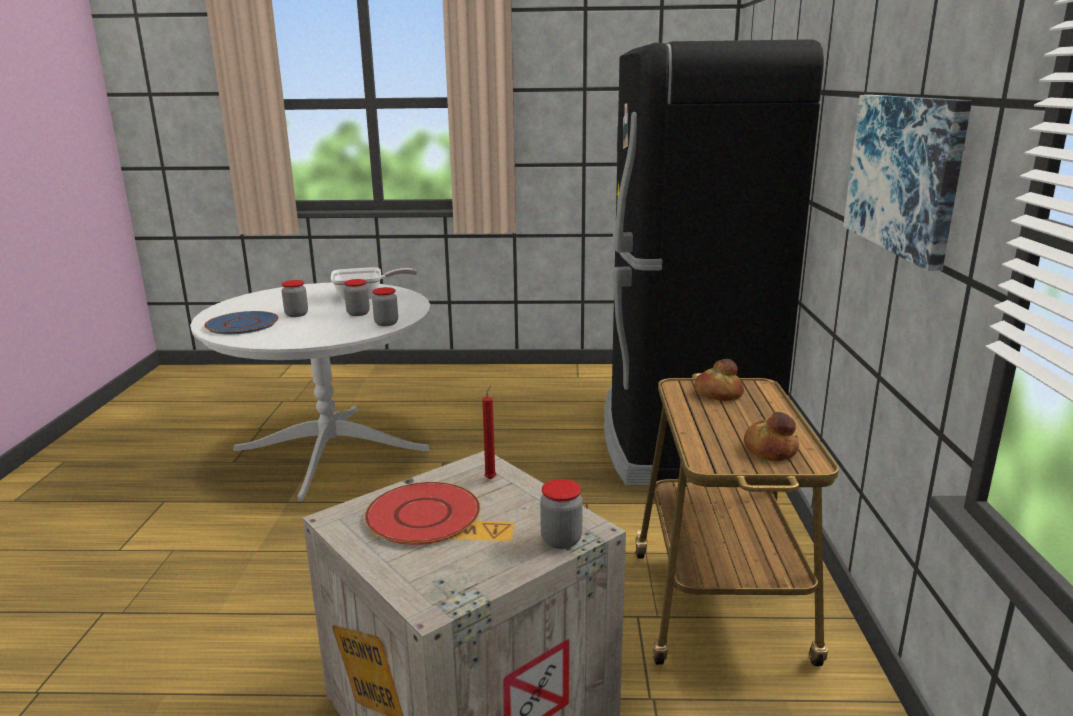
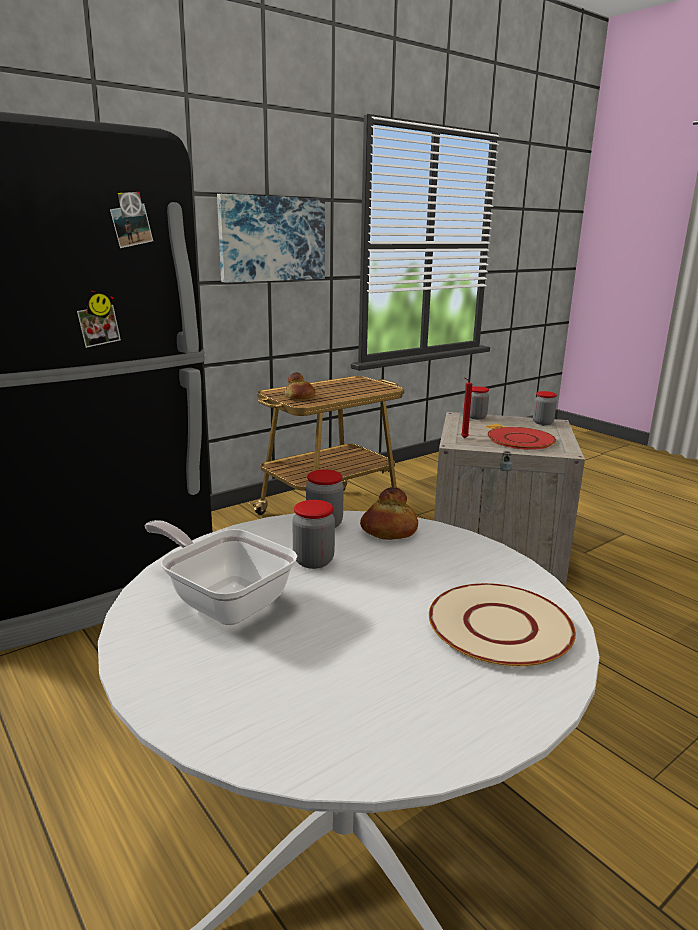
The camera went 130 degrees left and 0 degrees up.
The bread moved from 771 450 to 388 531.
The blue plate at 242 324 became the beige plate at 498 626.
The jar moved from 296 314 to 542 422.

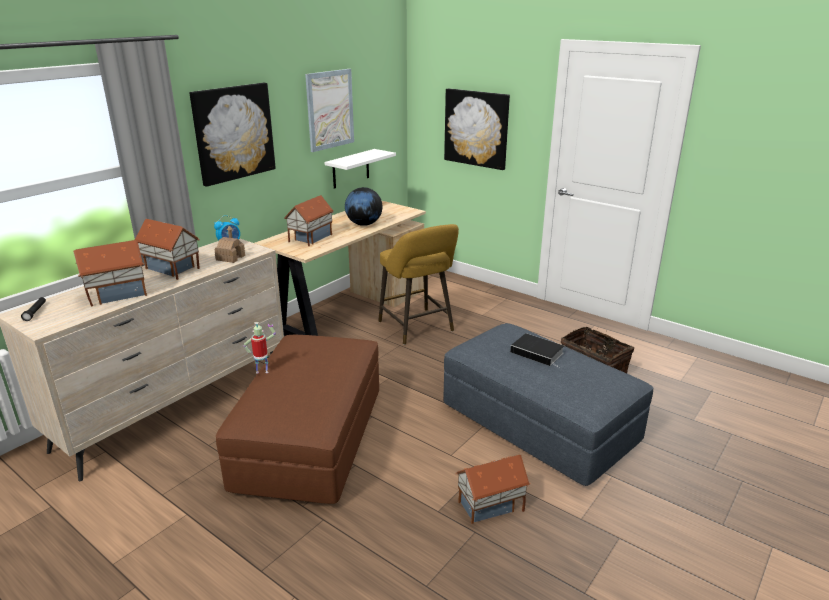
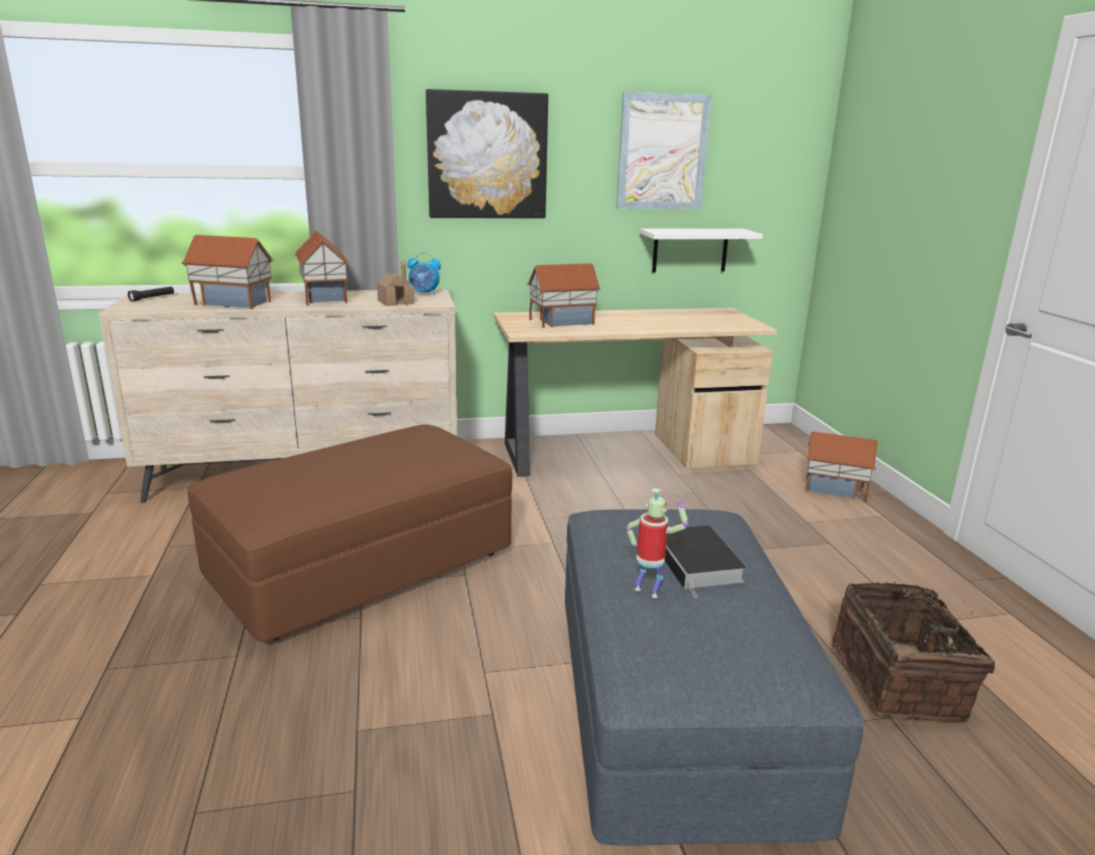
The camera went 40 degrees right and 5 degrees down.
The toy robot moved from 262 371 to 649 591.
The toy house moved from 491 507 to 835 490.
The globe at 364 224 disappeared.
The yellow stool at 418 328 disappeared.
The picture at 476 128 disappeared.

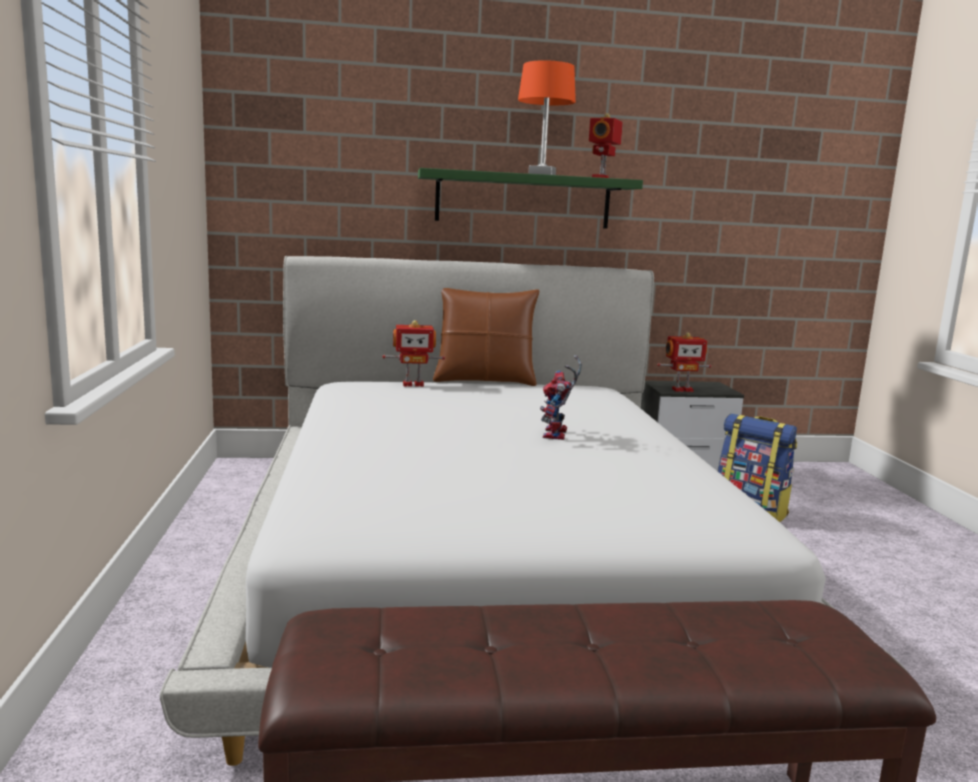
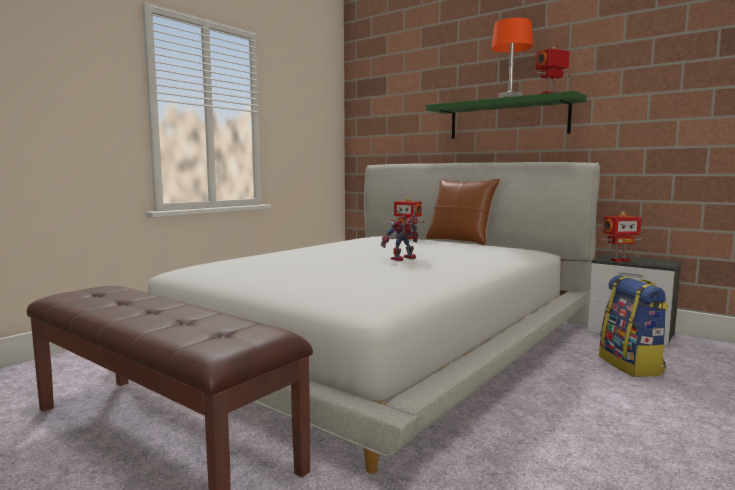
The camera went 45 degrees right and 5 degrees down.
The toy robot at 682 390 turned 45 degrees counterclockwise.

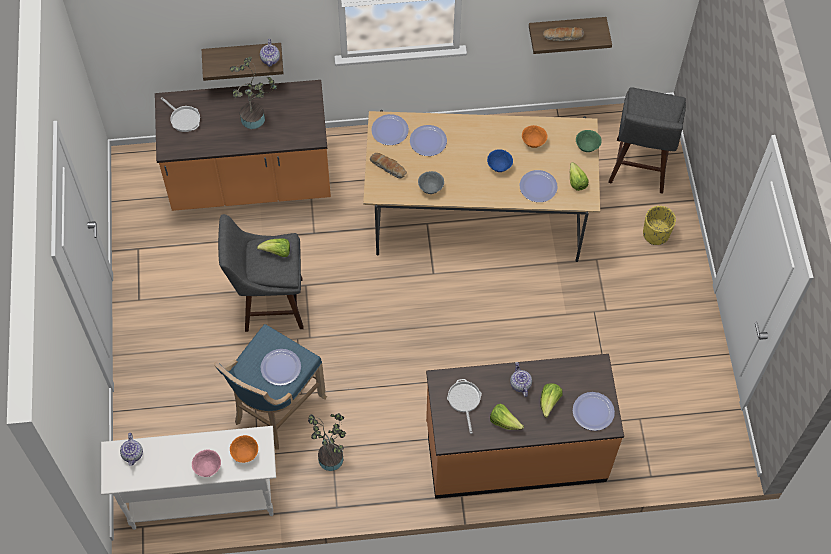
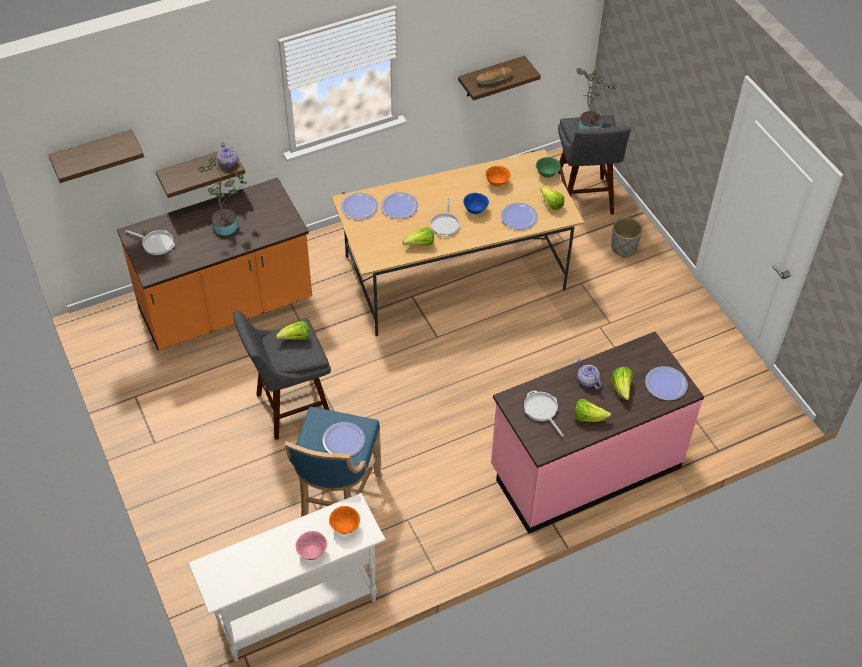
The camera went 20 degrees left and 10 degrees down.
The shelf at 93 153 appeared.
The grey bowl at 431 188 was replaced by the lettuce at 420 244.
The frying pan at 445 224 appeared.
The orange counter at 515 451 became the pink counter at 584 467.
The potted plant moved from 332 456 to 589 125.
The yellow planter at 656 234 became the grey planter at 624 248.
The teapot at 133 454 disappeared.
The bread at 388 167 disappeared.

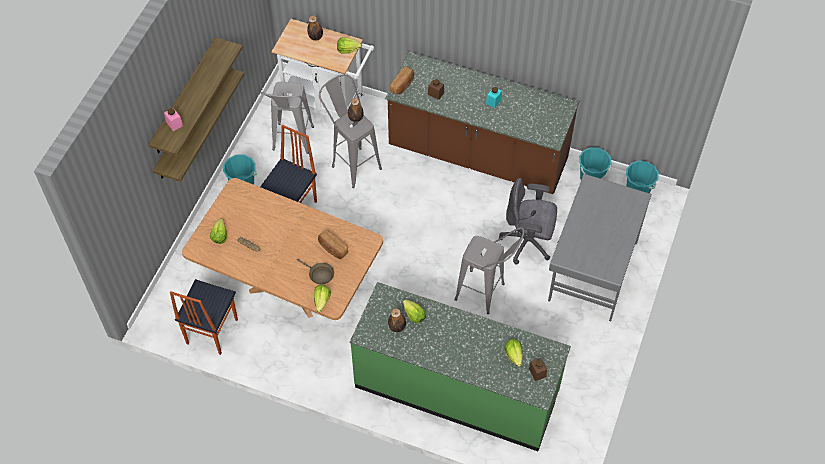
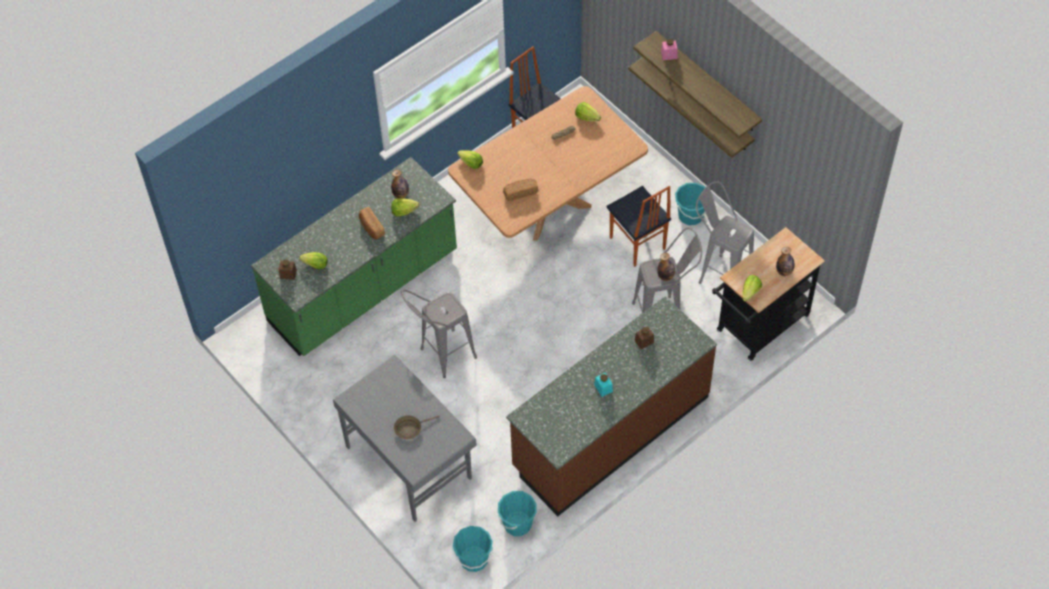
The camera went 120 degrees right and 0 degrees up.
The bread moved from 403 85 to 371 227.
The brown frying pan moved from 319 275 to 410 428.
The white cart at 328 102 became the black cart at 758 327.
The grey office chair at 528 243 disappeared.

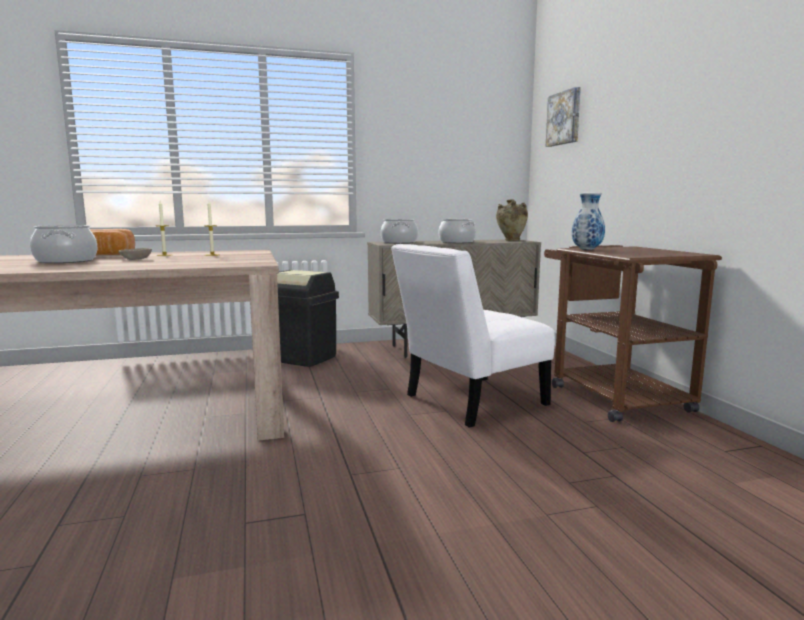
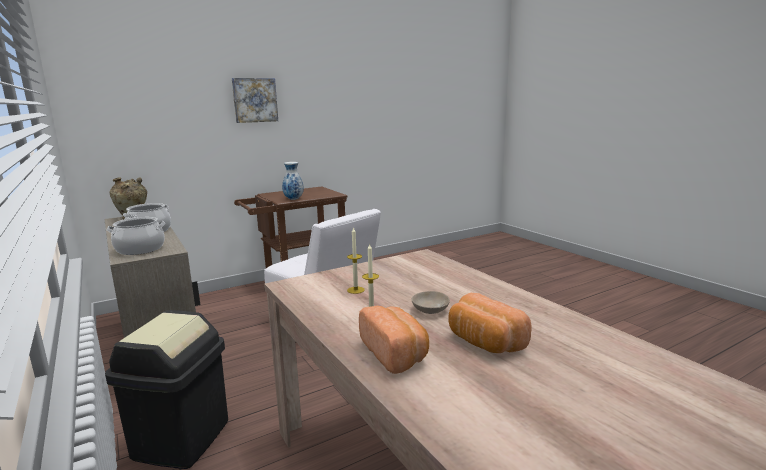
The camera went 105 degrees left and 5 degrees up.
The picture moved from 564 118 to 254 100.
The cooking pot at 66 261 was replaced by the bread at 483 342.

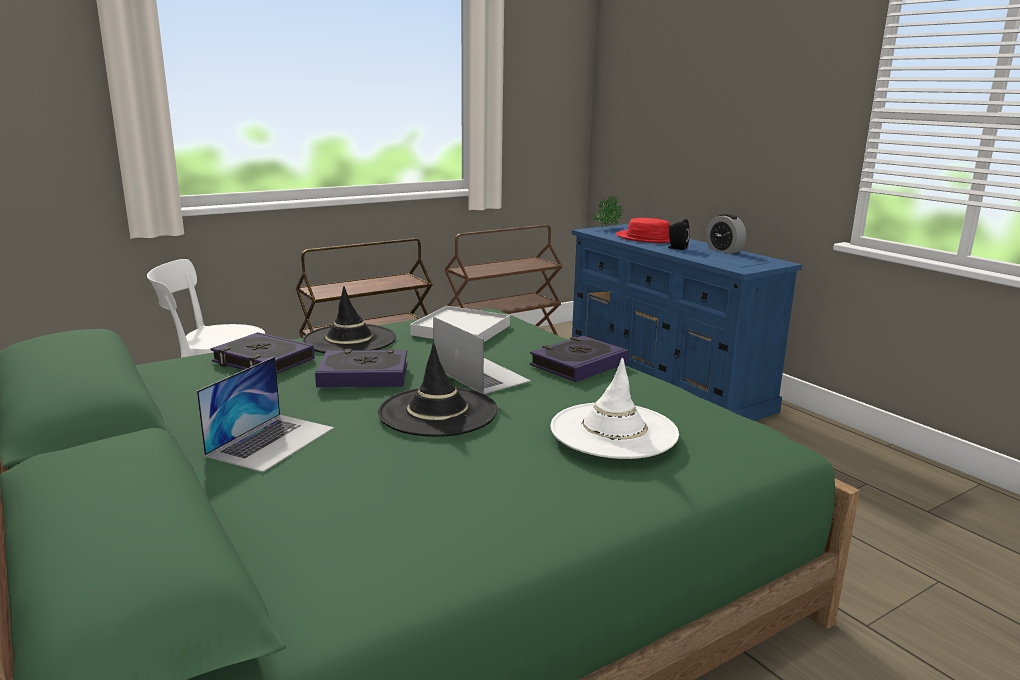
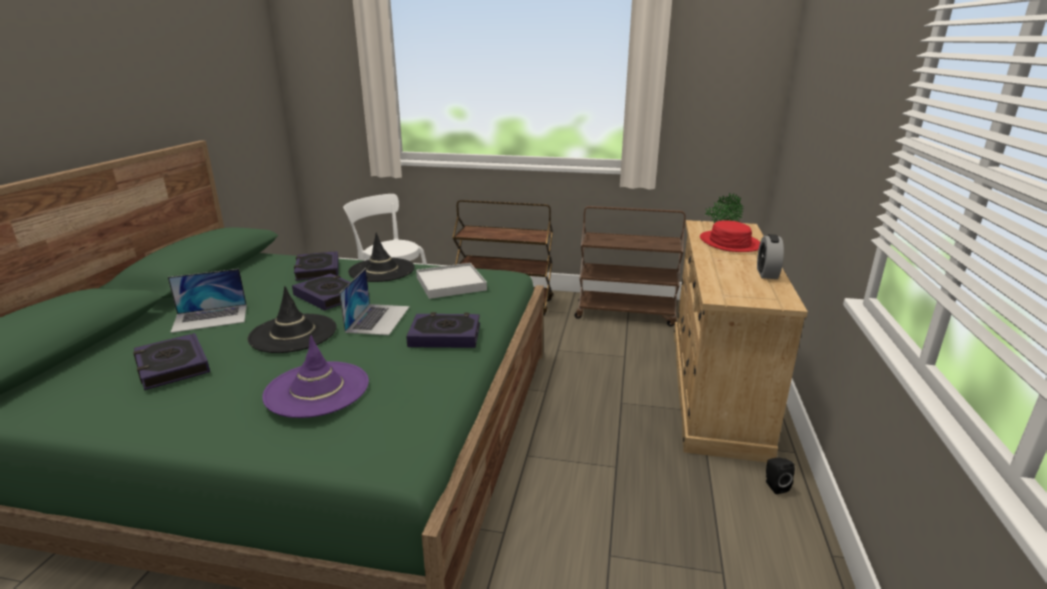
The camera went 45 degrees right and 5 degrees up.
The book at 172 366 appeared.
The white hat at 613 431 became the purple hat at 317 389.
The blue dresser at 665 381 became the beige dresser at 715 387.
The black speaker moved from 676 248 to 774 486.

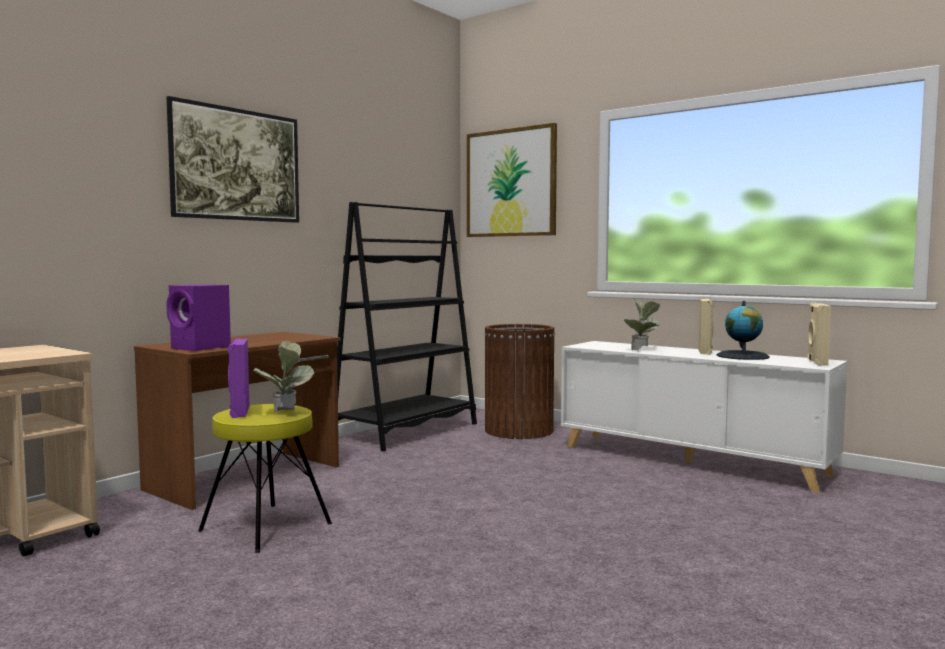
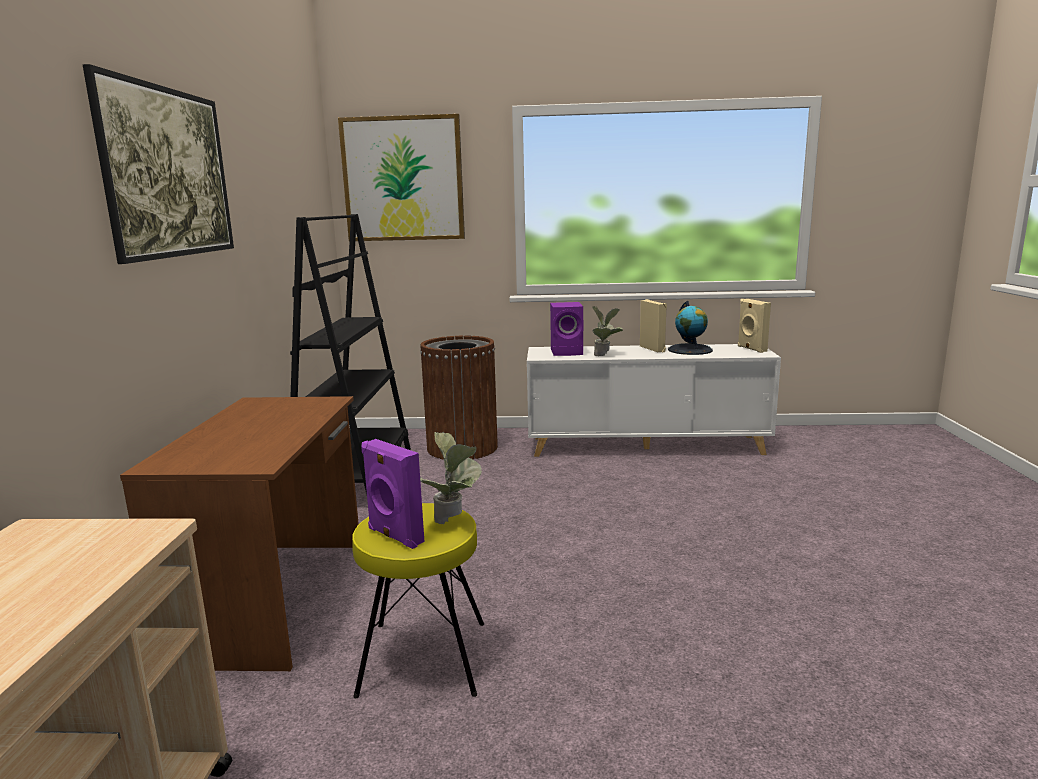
The camera went 35 degrees left and 10 degrees up.
The purple speaker moved from 201 348 to 568 352.

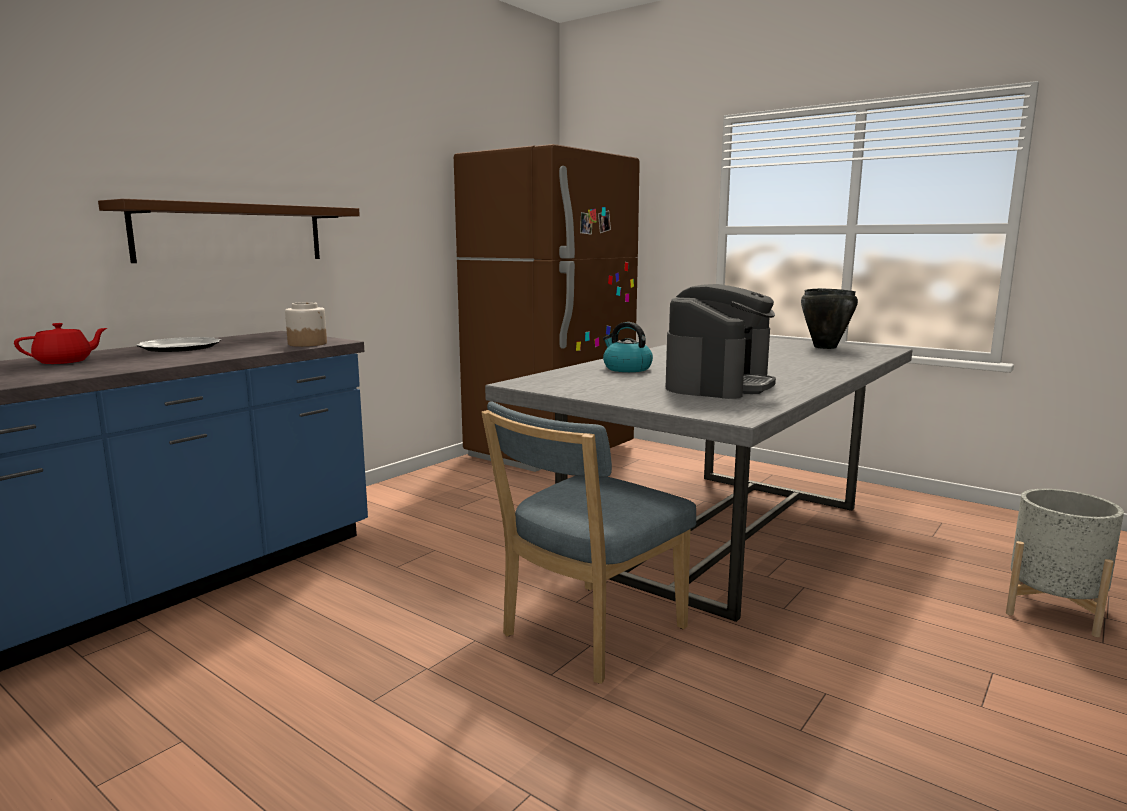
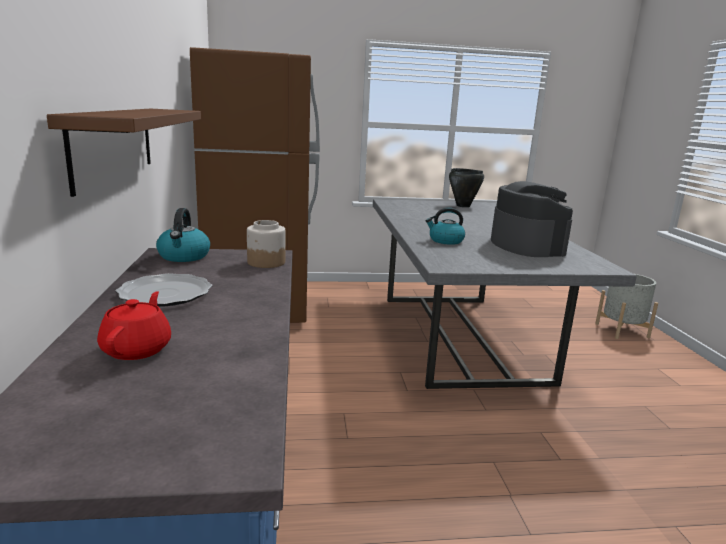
The camera went 45 degrees left and 5 degrees up.
The kettle at 184 256 appeared.
The blue chair at 588 635 disappeared.

